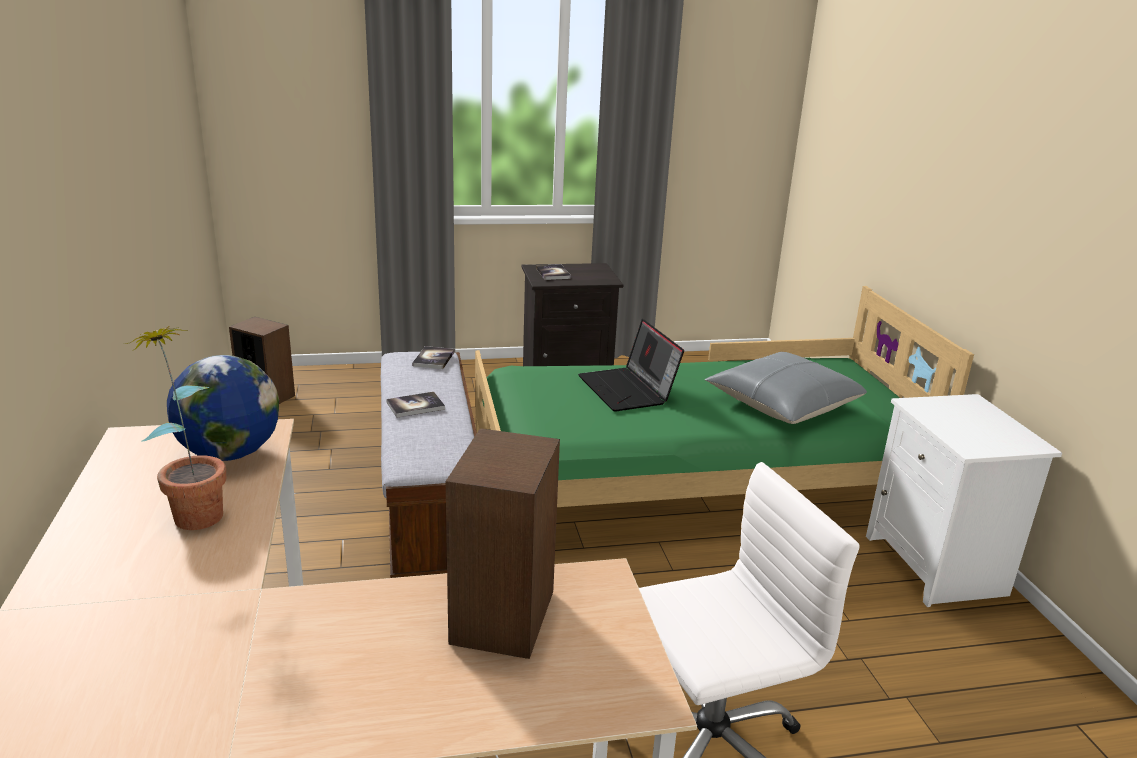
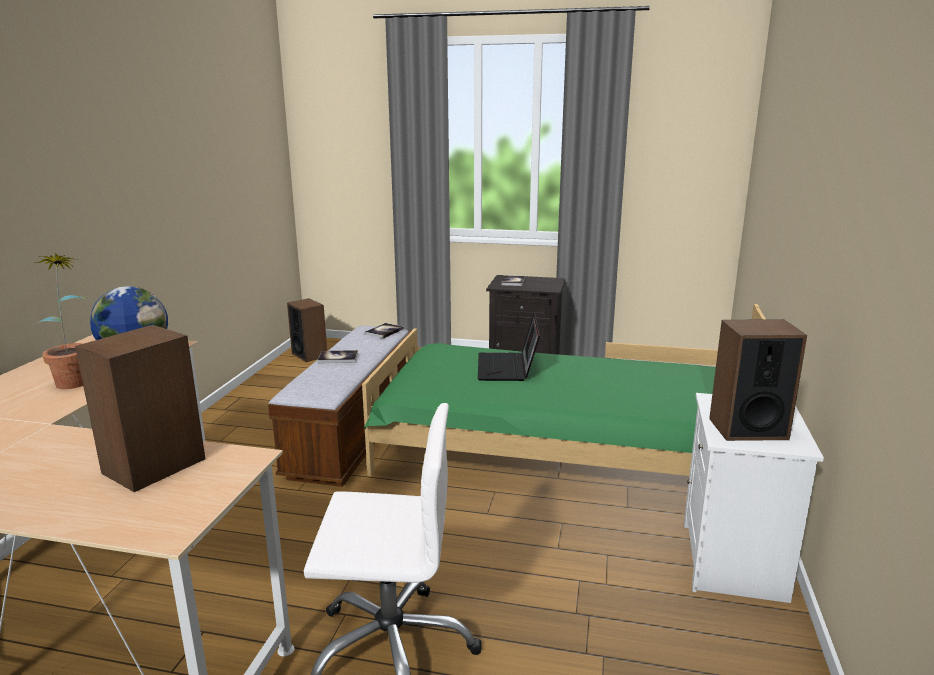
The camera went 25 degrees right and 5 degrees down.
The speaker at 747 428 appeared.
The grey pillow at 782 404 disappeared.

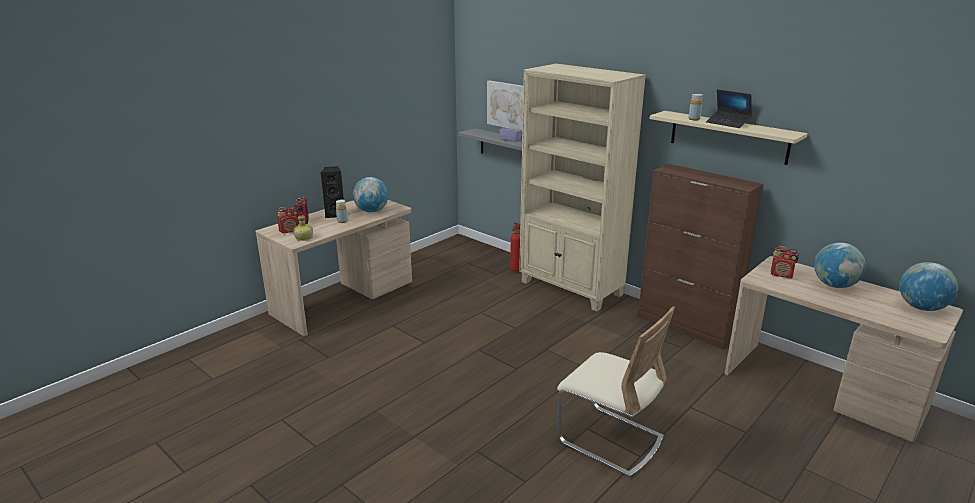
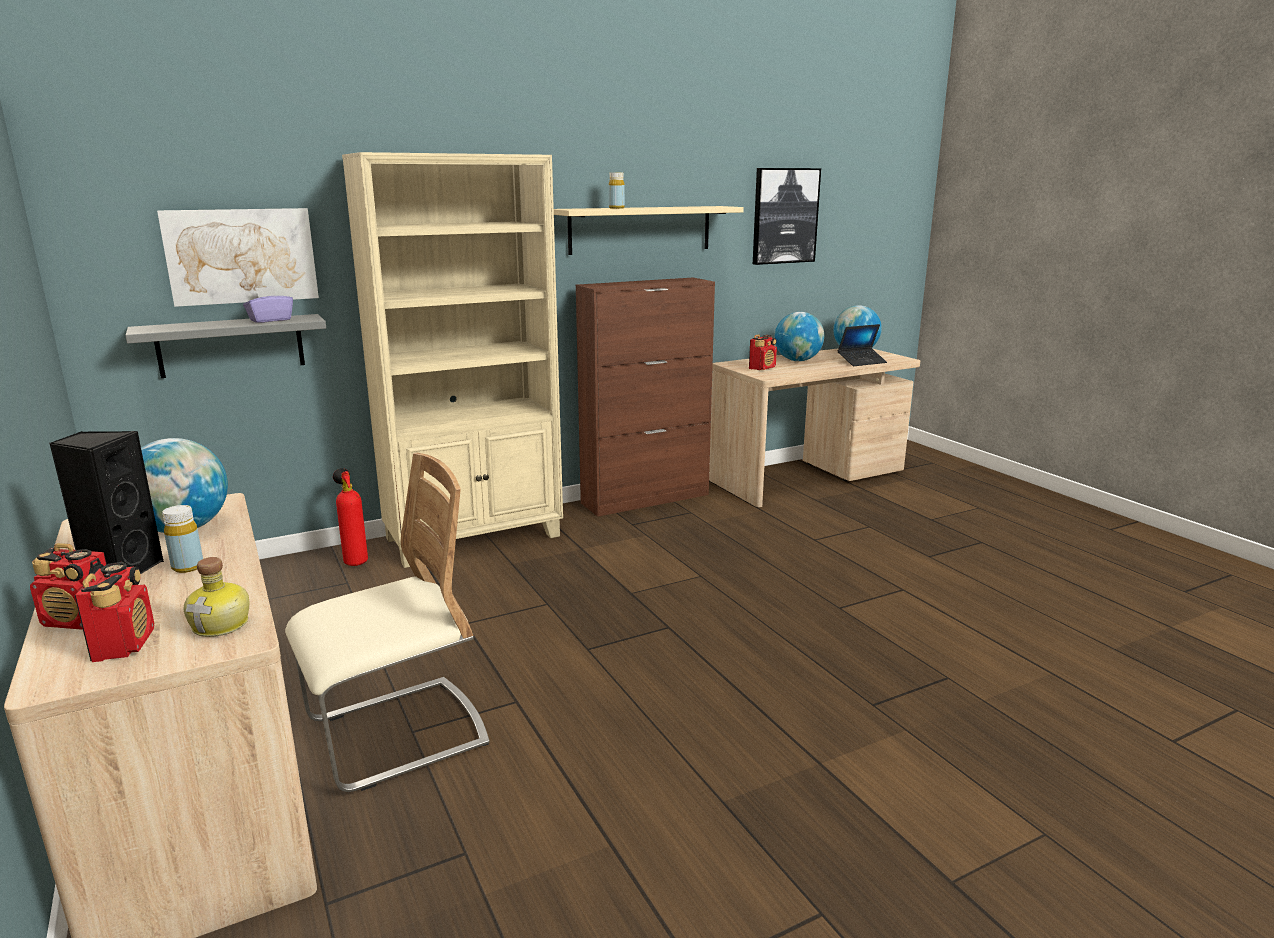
The camera went 70 degrees left and 5 degrees down.
The beige chair moved from 610 440 to 396 735.
The picture at 784 216 appeared.
The laptop moved from 728 123 to 861 362.

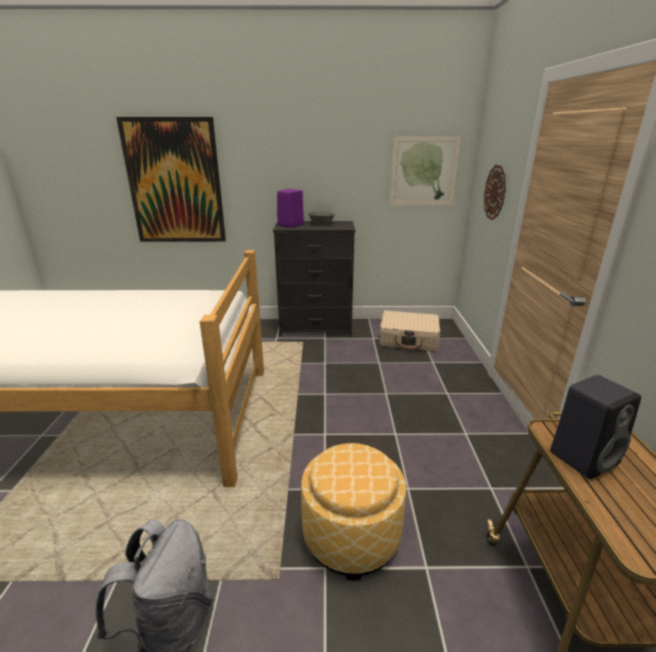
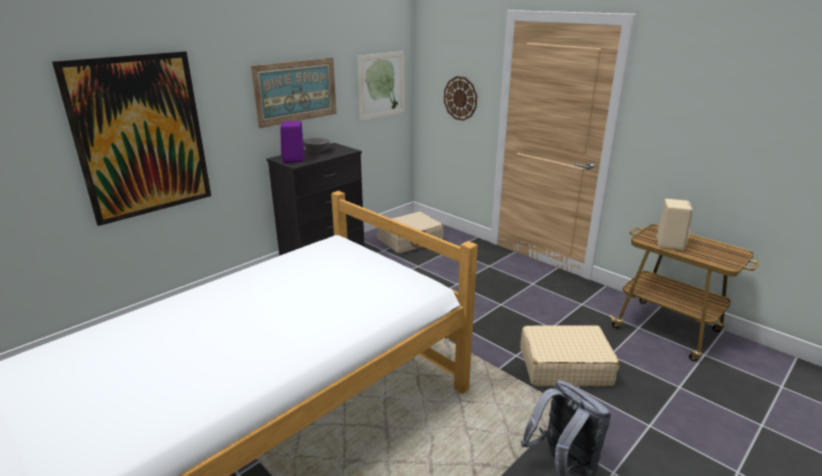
The camera went 45 degrees left and 0 degrees up.
The picture at 296 91 appeared.
The ottoman at 351 536 was replaced by the beige suitcase at 564 366.
The black speaker at 584 457 became the beige speaker at 669 243.

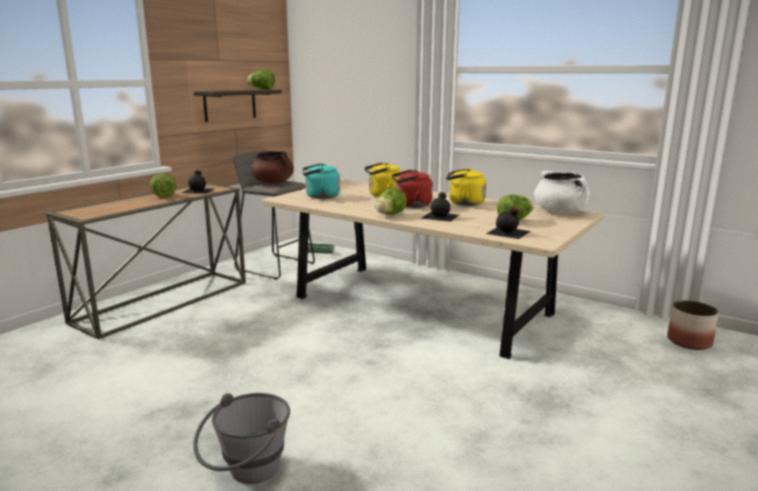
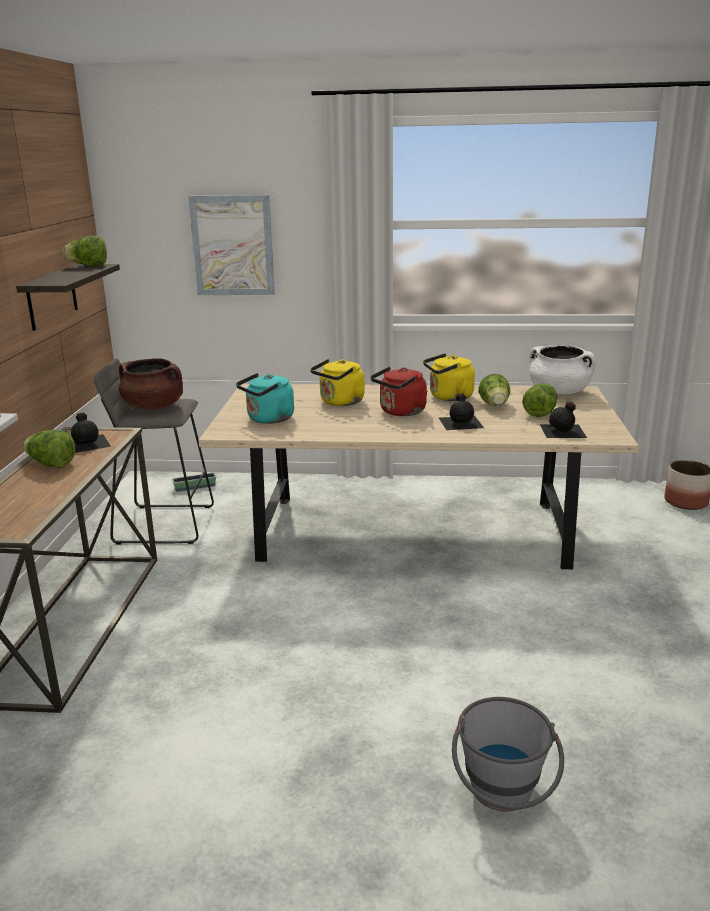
The camera went 30 degrees left and 5 degrees up.
The picture at 232 246 appeared.
The lettuce moved from 389 215 to 495 406.

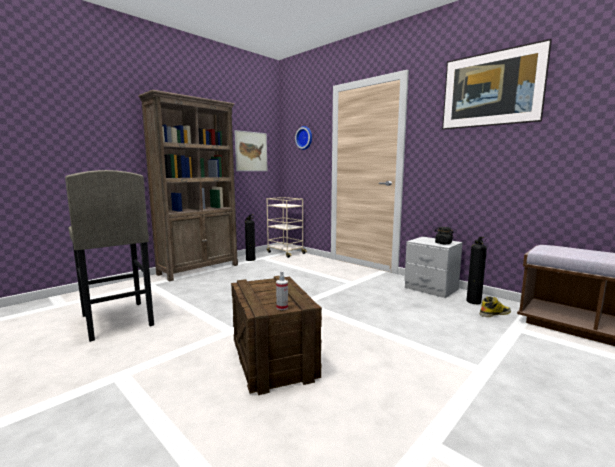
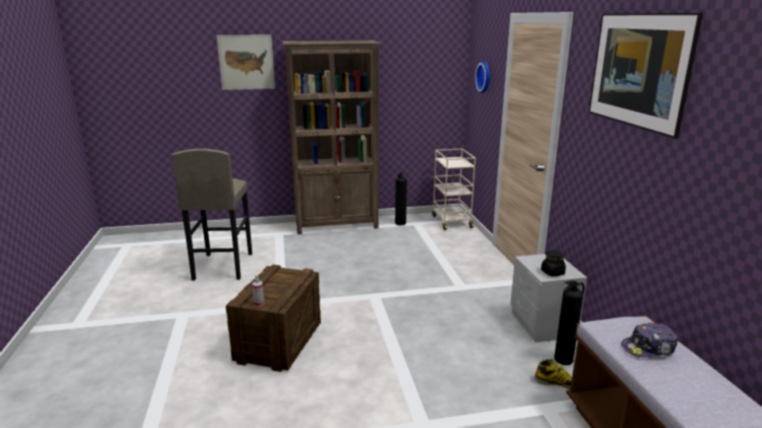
The camera went 35 degrees right and 10 degrees up.
The picture moved from 251 151 to 246 62.
The cap at 648 348 appeared.

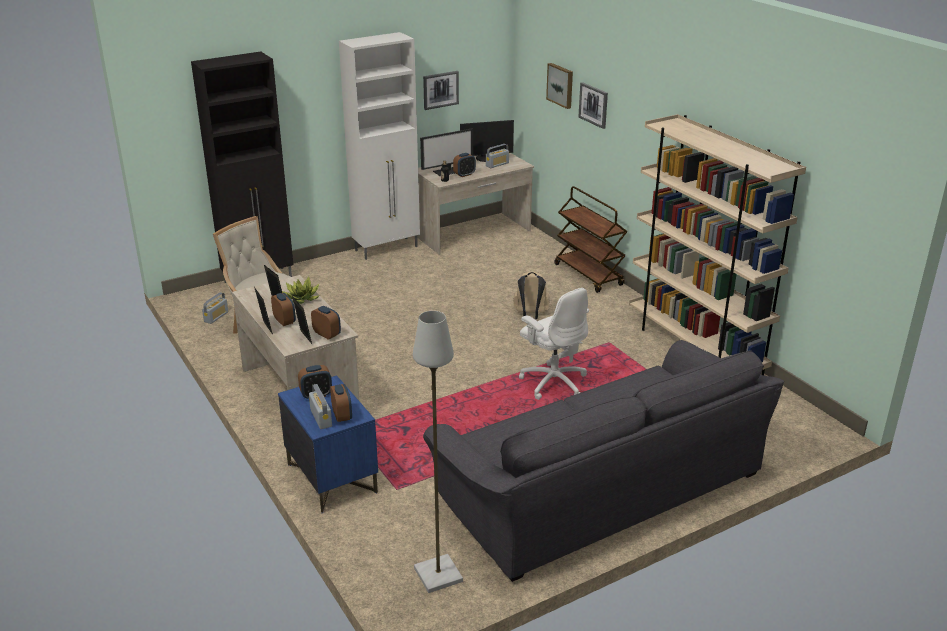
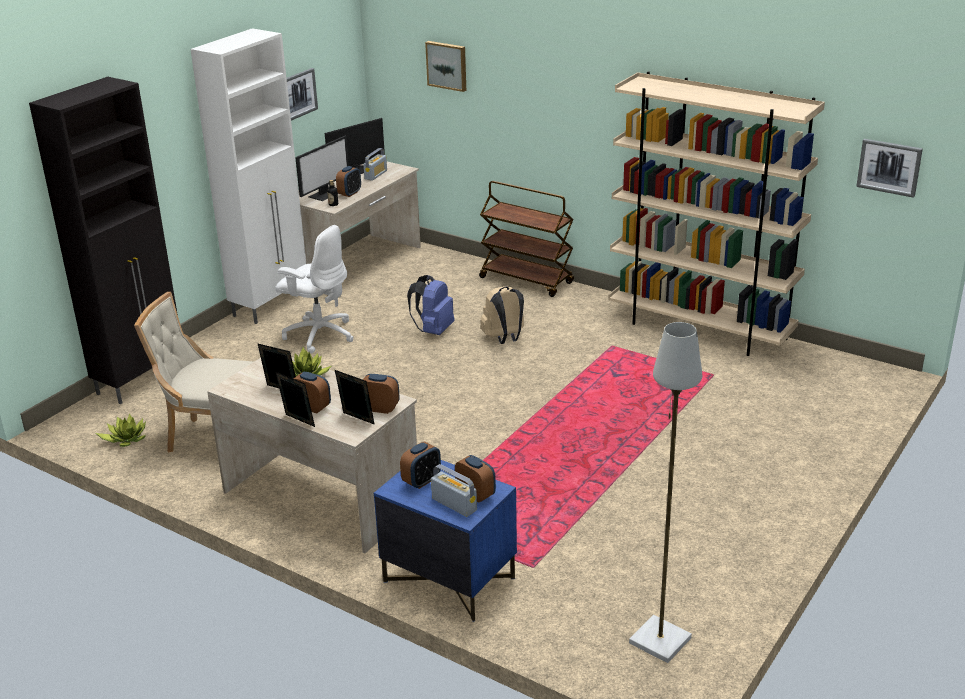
The camera went 25 degrees left and 0 degrees up.
The radio at 216 317 was replaced by the potted plant at 126 439.
The white office chair moved from 553 382 to 319 334.
The blue backpack at 433 330 appeared.
The picture moved from 593 105 to 889 167.
The grey sofa at 599 486 disappeared.

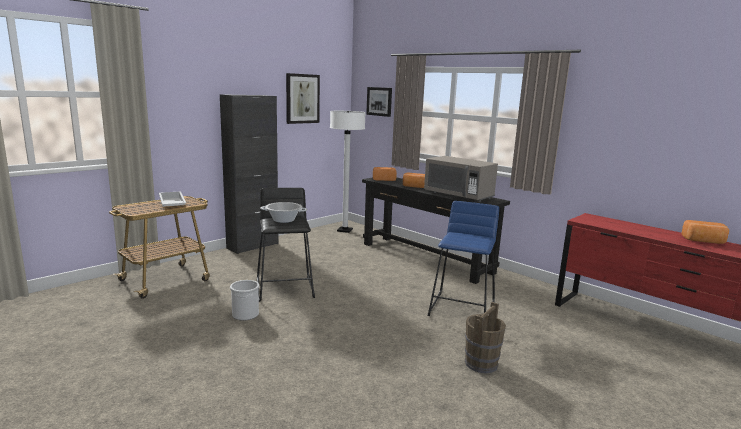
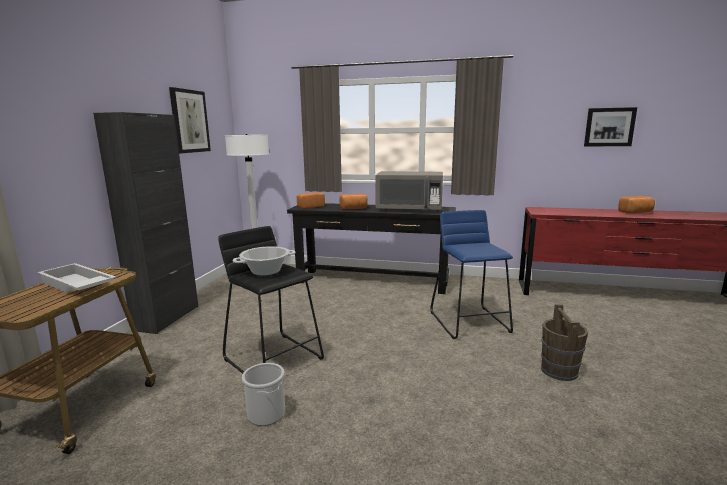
The camera went 30 degrees left and 0 degrees up.
The picture moved from 379 101 to 609 127.

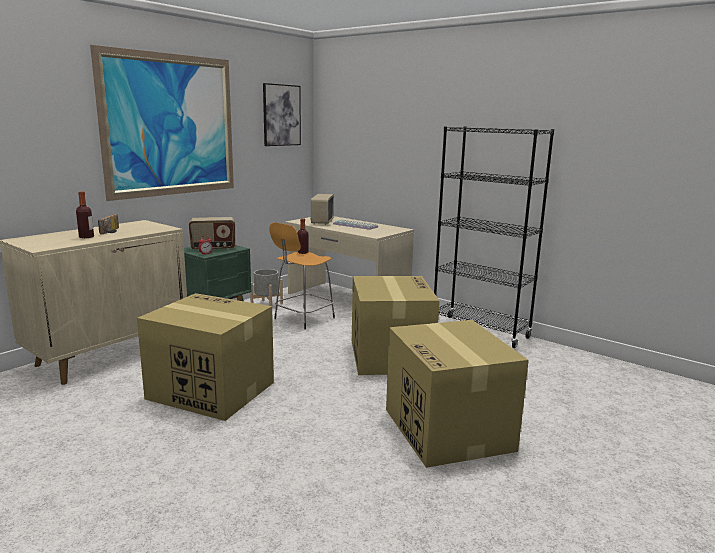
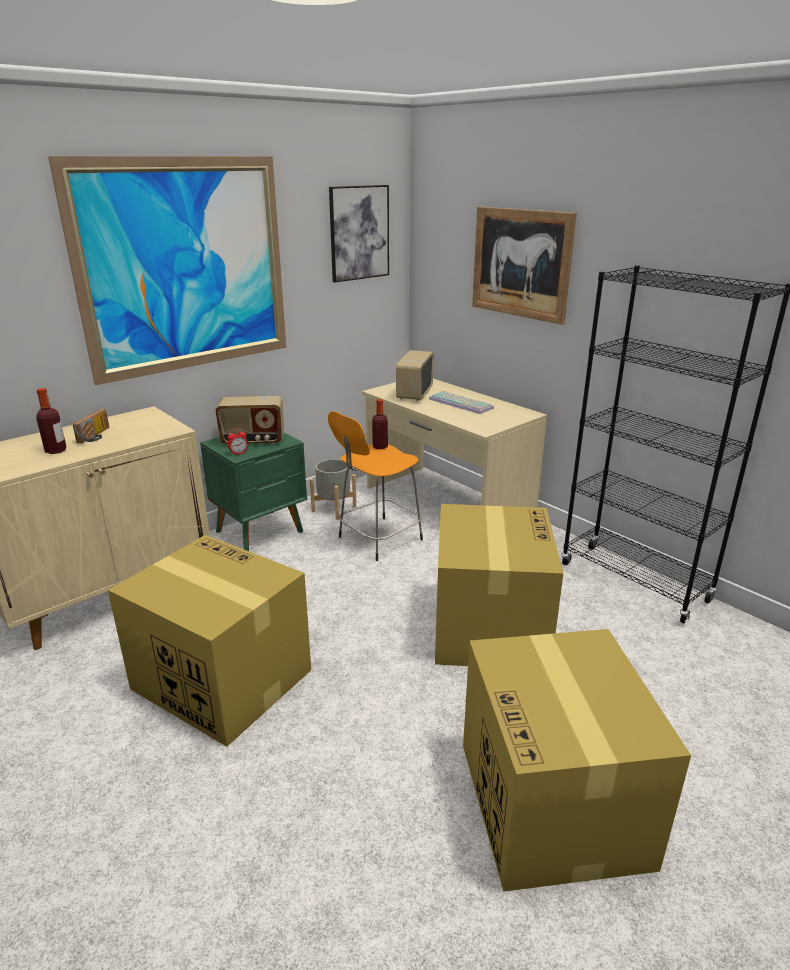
The camera went 10 degrees right and 10 degrees up.
The picture at 521 263 appeared.

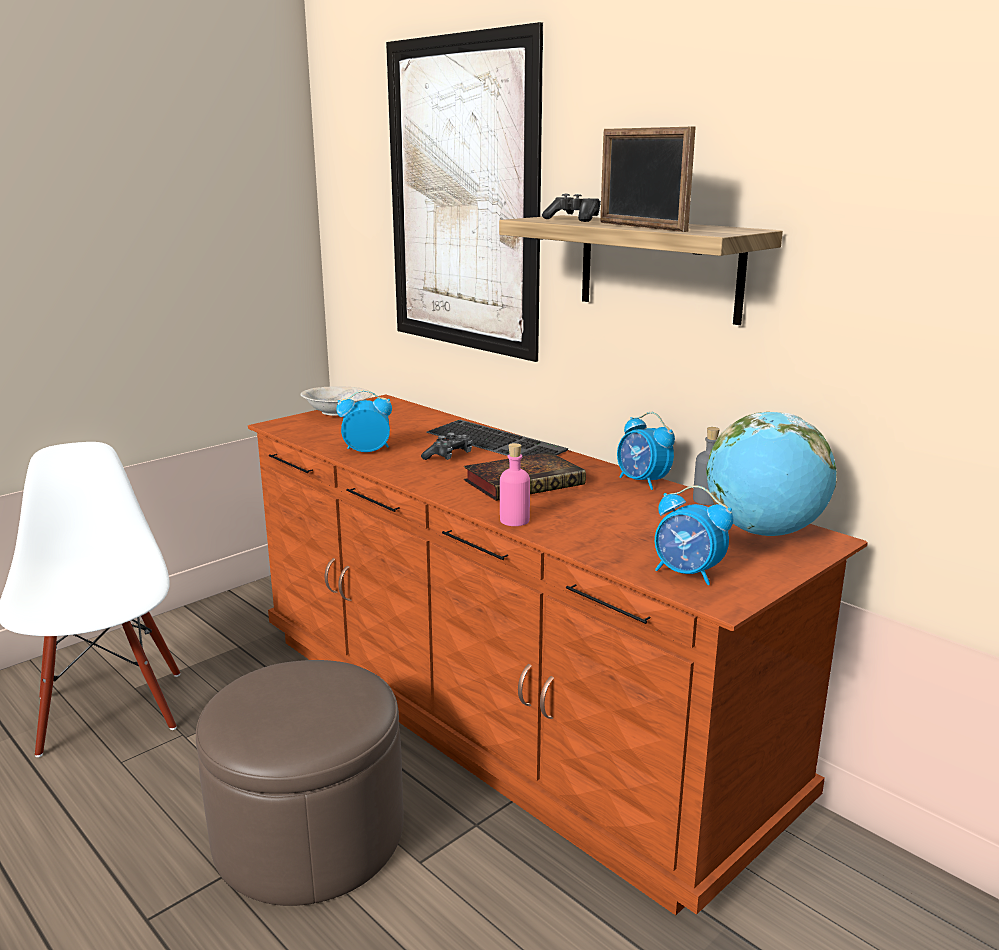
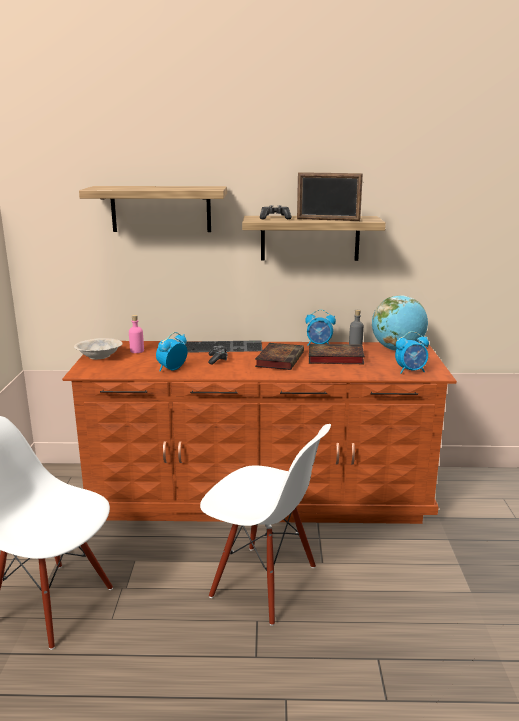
The camera went 45 degrees left and 0 degrees up.
The picture at 461 197 was replaced by the shelf at 161 209.
The pink bottle moved from 514 520 to 137 351.
The brown ottoman at 309 834 was replaced by the white chair at 263 582.
The book at 334 358 appeared.

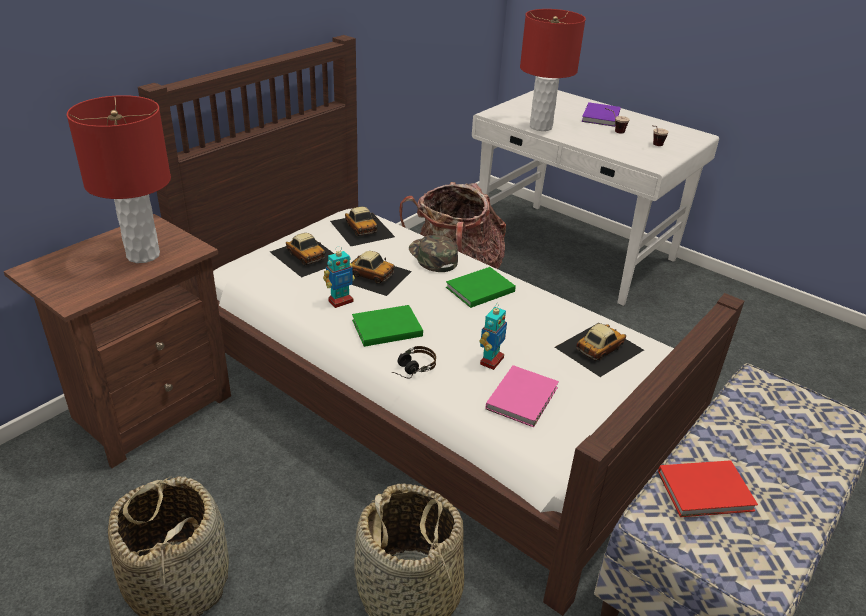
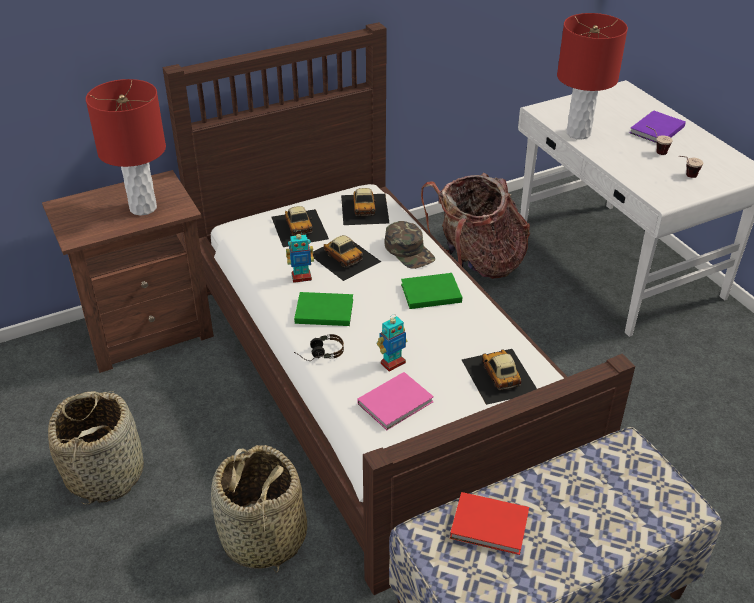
The camera went 25 degrees right and 5 degrees up.
The green cap at 432 257 turned 150 degrees clockwise.
The toy car at 598 348 turned 90 degrees counterclockwise.

